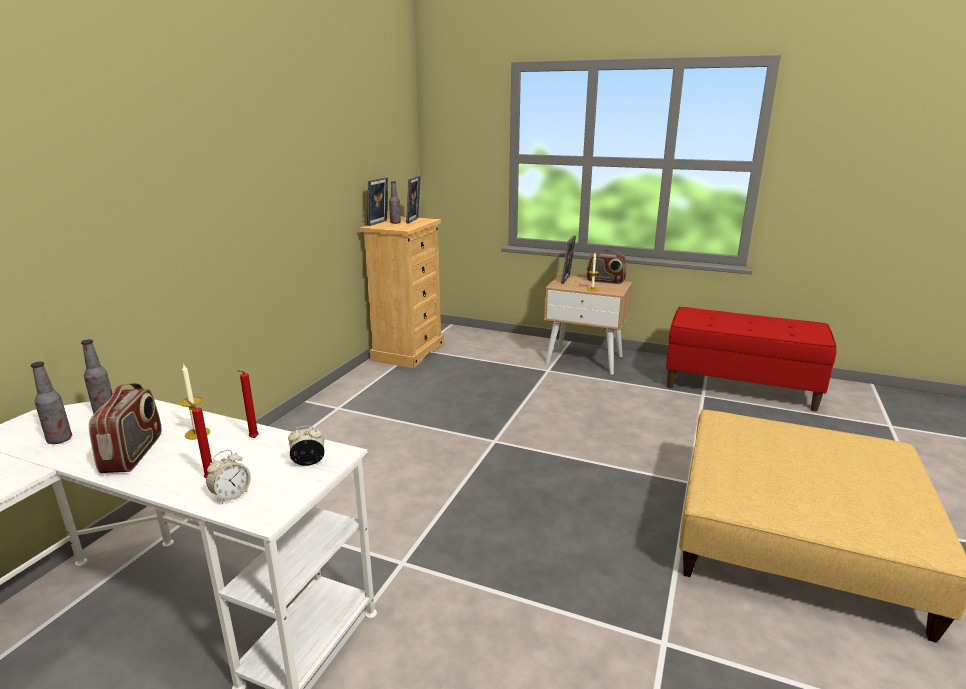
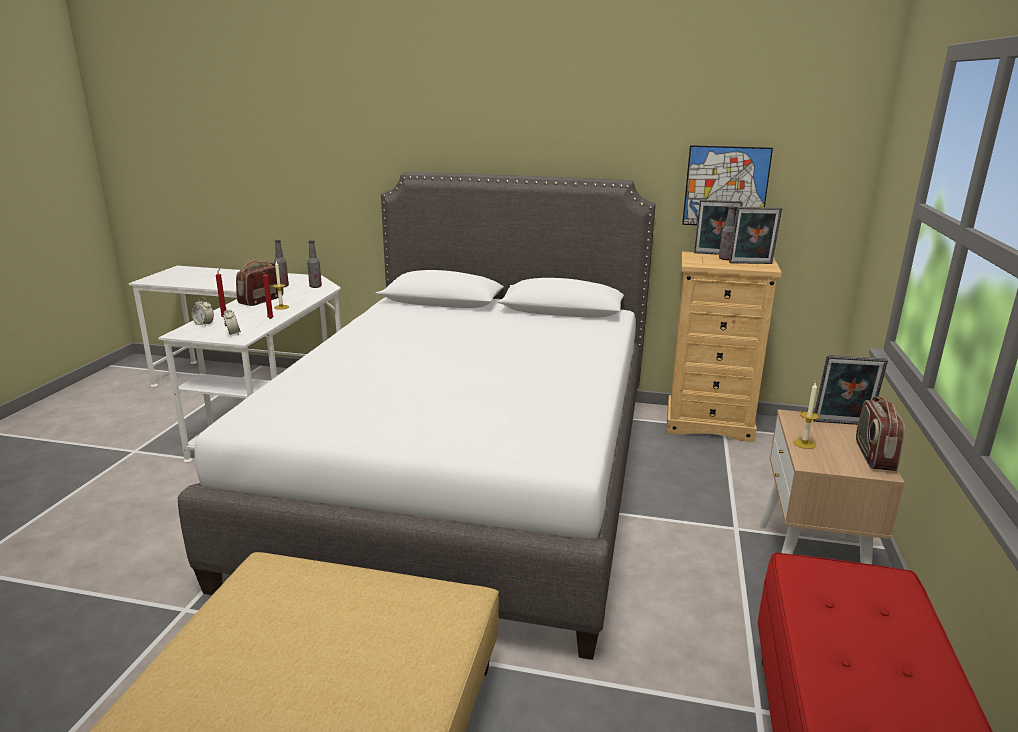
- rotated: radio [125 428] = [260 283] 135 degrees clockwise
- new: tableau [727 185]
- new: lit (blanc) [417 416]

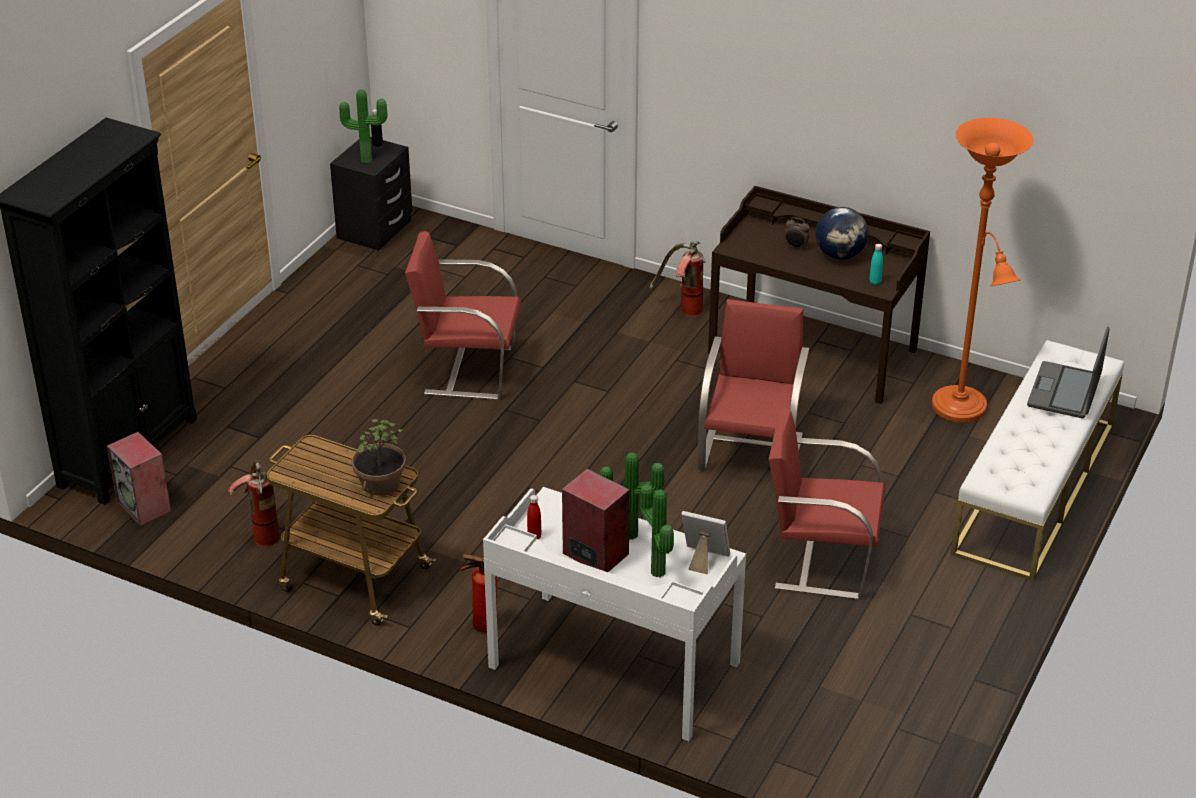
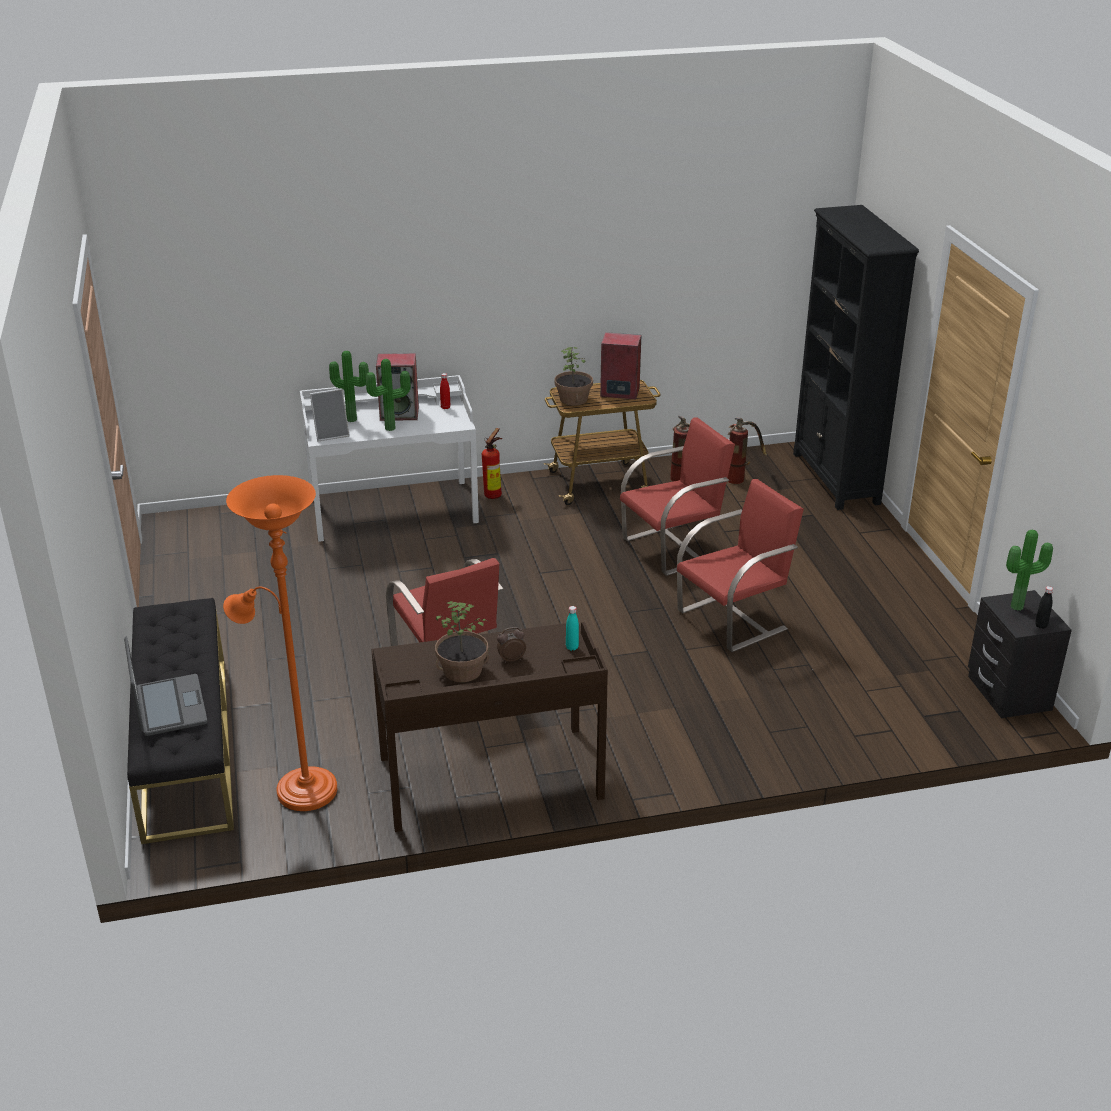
- swapped: globe [841 233] to plante en pot [462 641]
- shifted: extincteur [678 279] to [747 451]
- shifted: bouteille (turquoise) [876 264] to [572 628]
- repainted: banc (blanc) [1037 460] to banc (noir) [180 721]
- shifted: chaise (rouge) [827 504] to [677 497]
- shifted: enceinte [139 479] to [620 365]

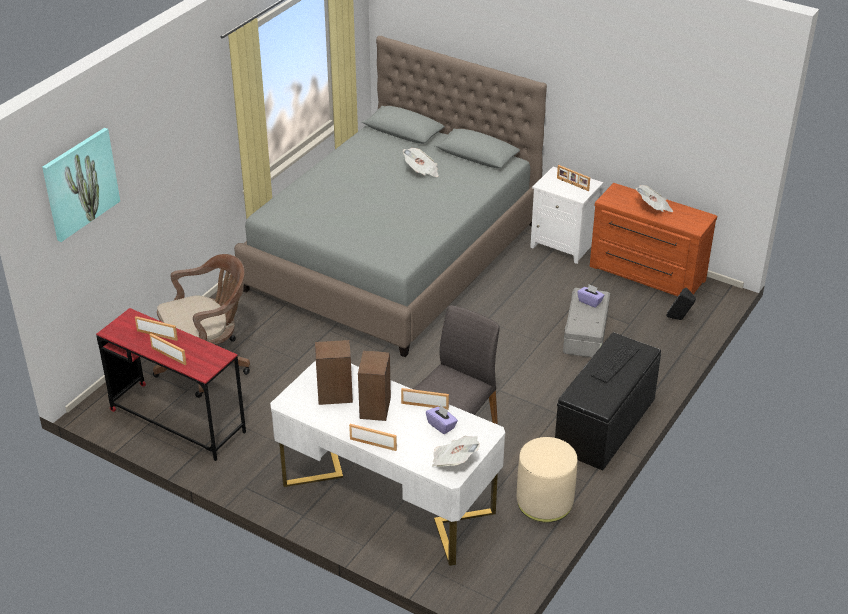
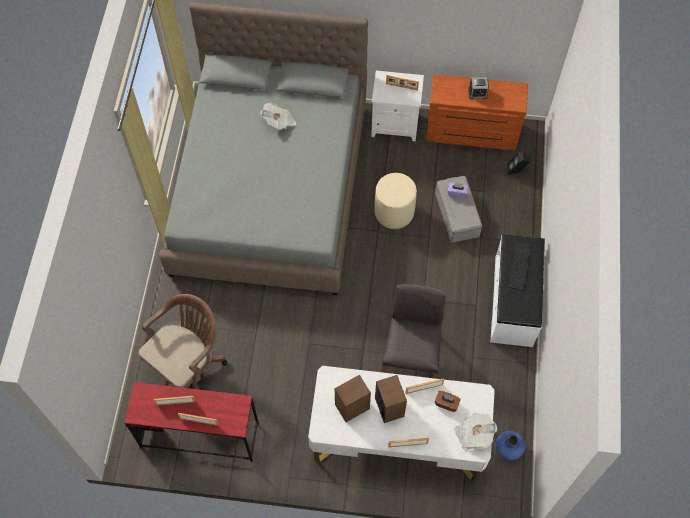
- gone: tableau [81 185]
- swapped: journal [655 198] to réveil [478 88]
- repainted: banc (noir) [608 401] to banc (blanc) [517 290]
- repainted: boîte à mouchoirs (violet) [442 419] to boîte à mouchoirs (marron) [448 401]
- shifted: pouf (beige) [547 479] to [395 201]
- new: vase (bleu) [510 445]

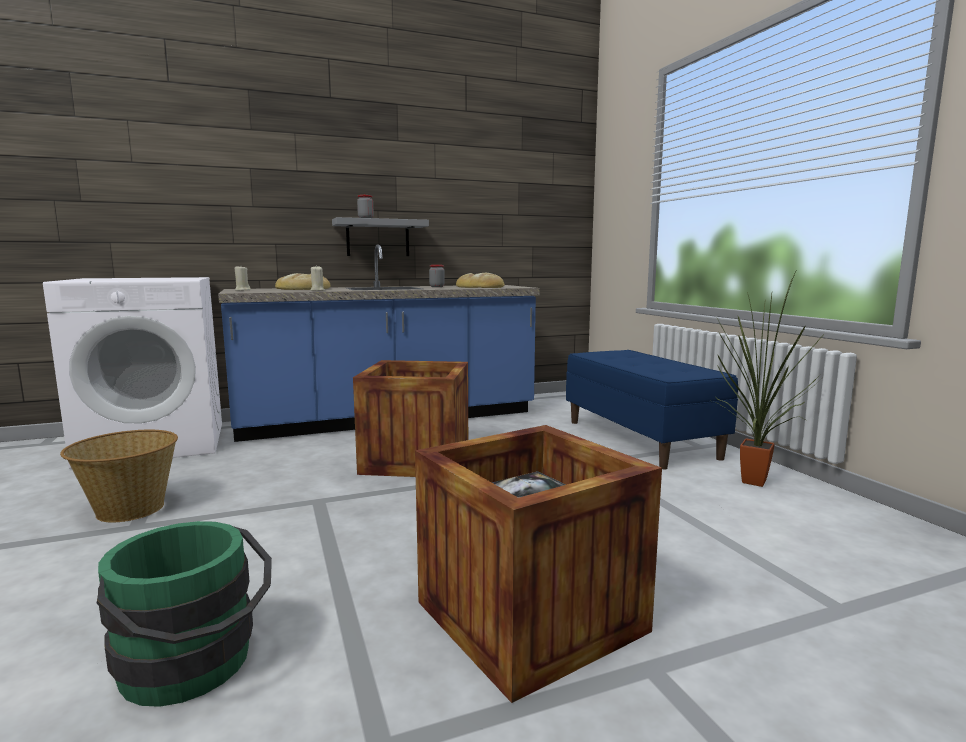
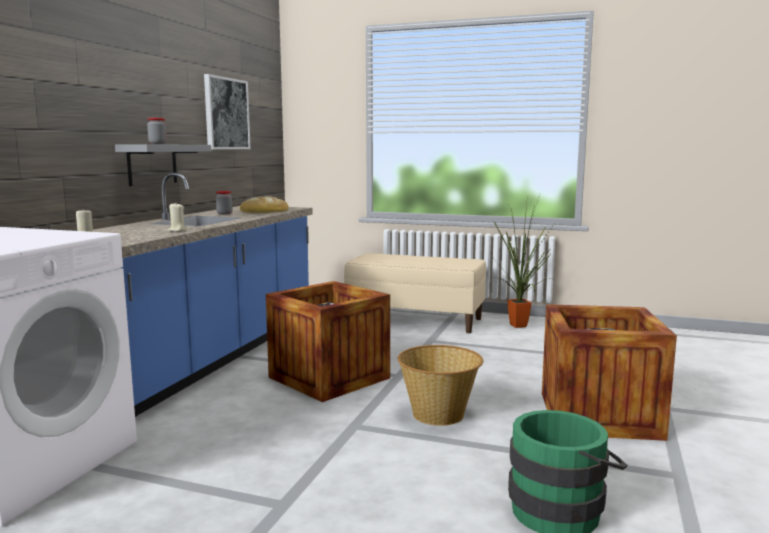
- gone: pain [302 281]
- repainted: banc (bleu) [652 409] to banc (beige) [415 293]
- shifted: panier [119 476] to [440 385]
- new: tableau [227 111]

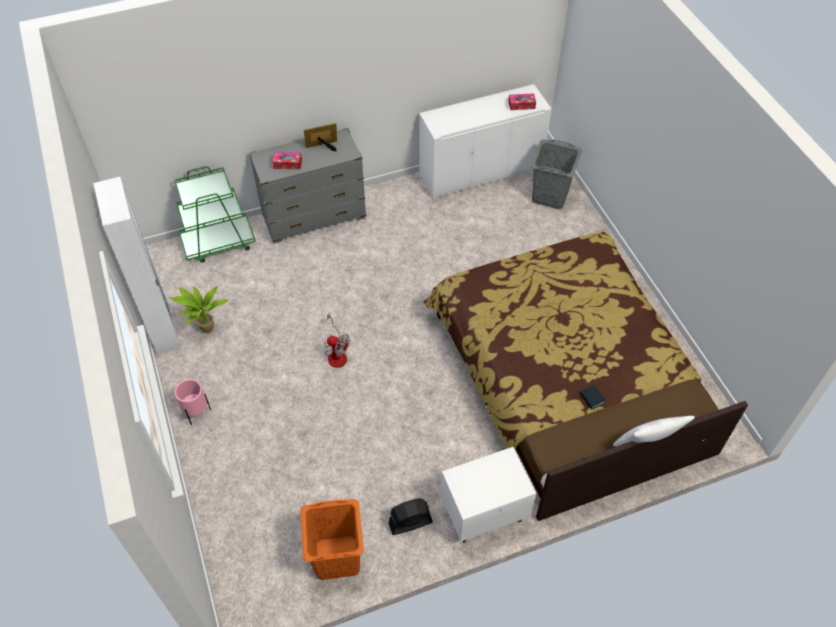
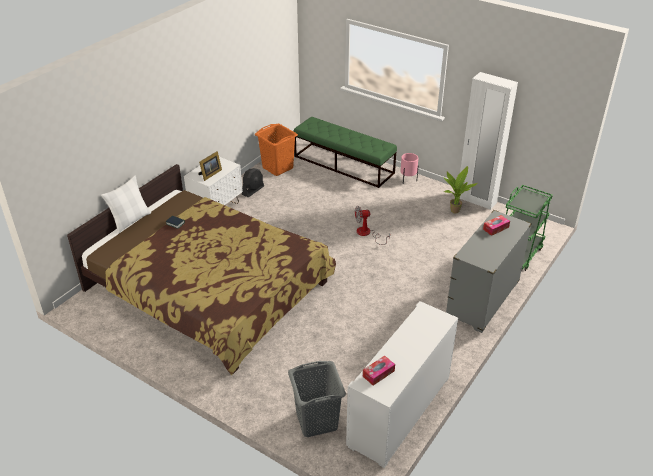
- shifted: cadre photo [320 137] to [210 166]
- new: banc (vert) [345 152]

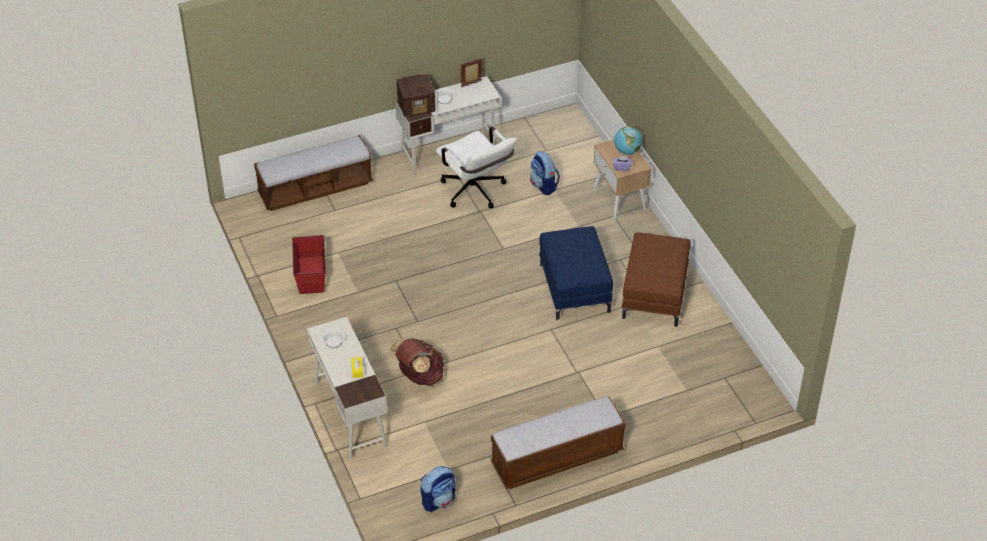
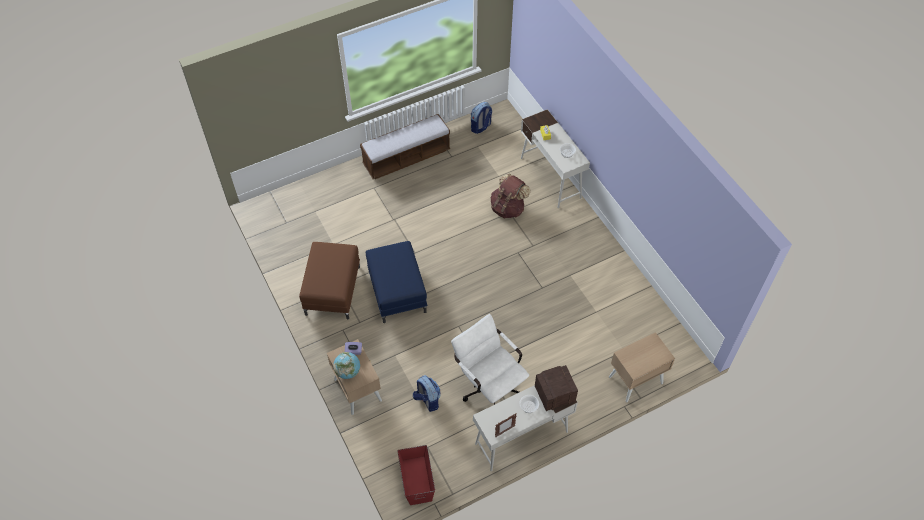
- swapped: banc [313 173] to table de chevet (beige) [642 367]
- shifted: boîte de rangement (rouge) [309 264] to [416 475]

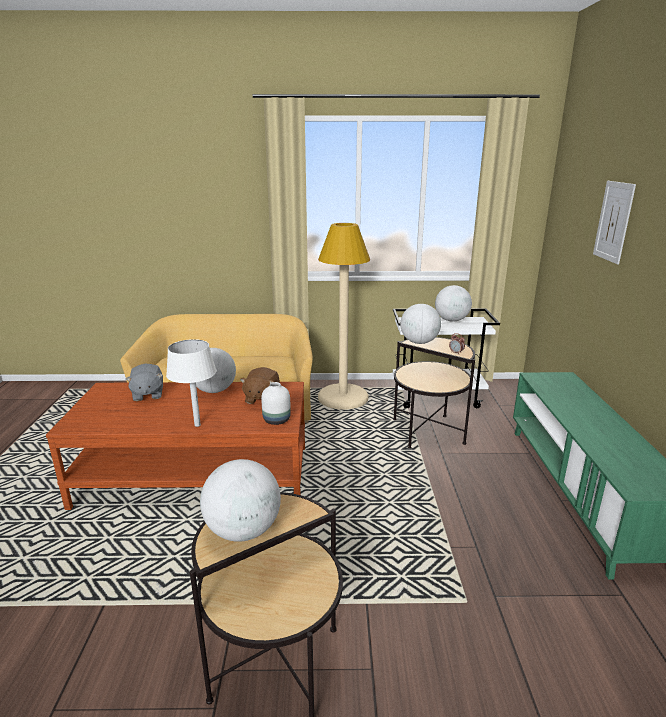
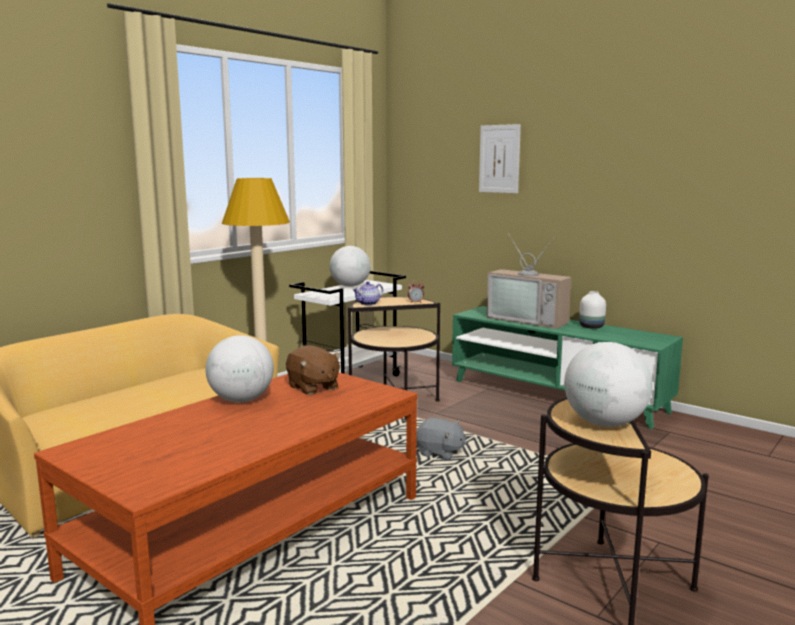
- swapped: globe [420 324] to théière [368 293]
- gone: lampe de table (blanc) [191 383]
- shifted: peluche (gris) [144 382] to [441 439]
- shifted: vase (blanc) [276 403] to [592 310]
- new: téléviseur [529 281]

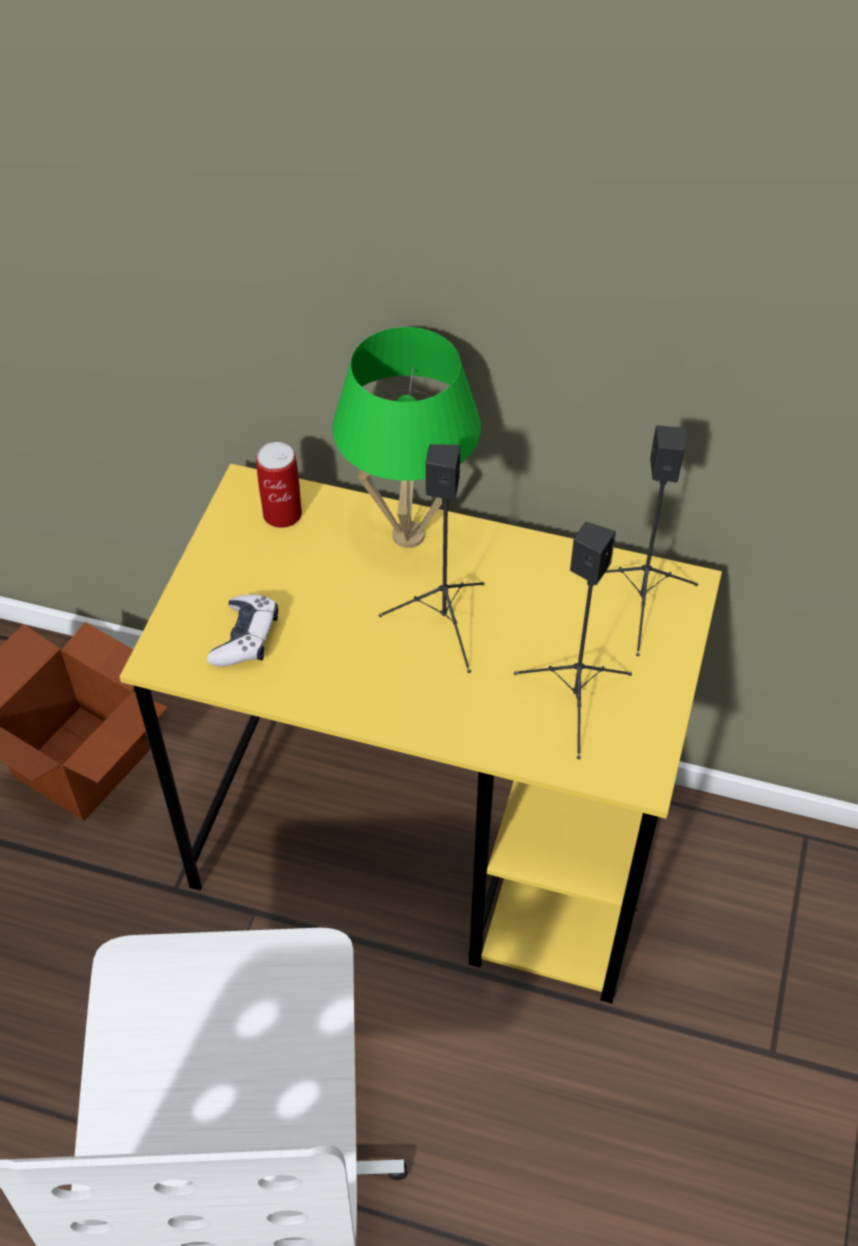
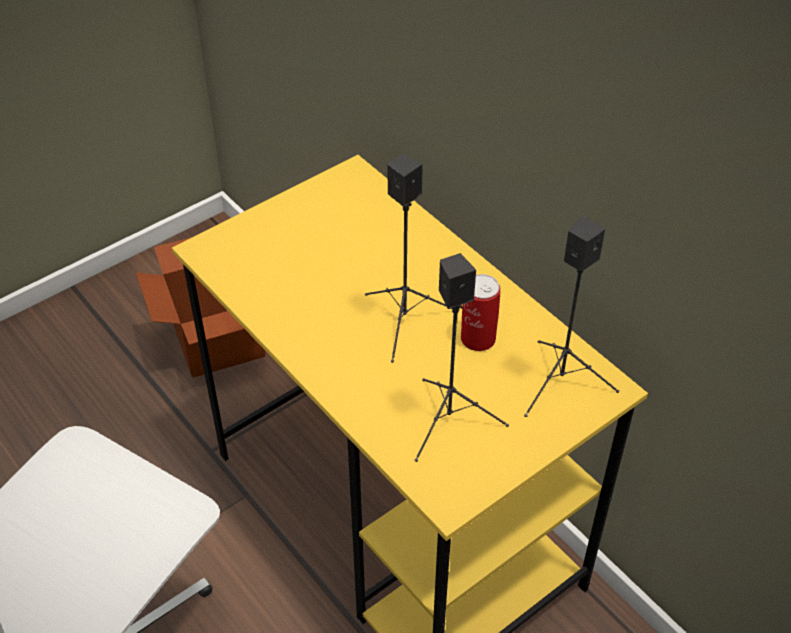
- gone: lampe de table (vert) [406 437]
- shifted: boîte métallique [279 485] to [481 312]
- gone: manette [242 630]

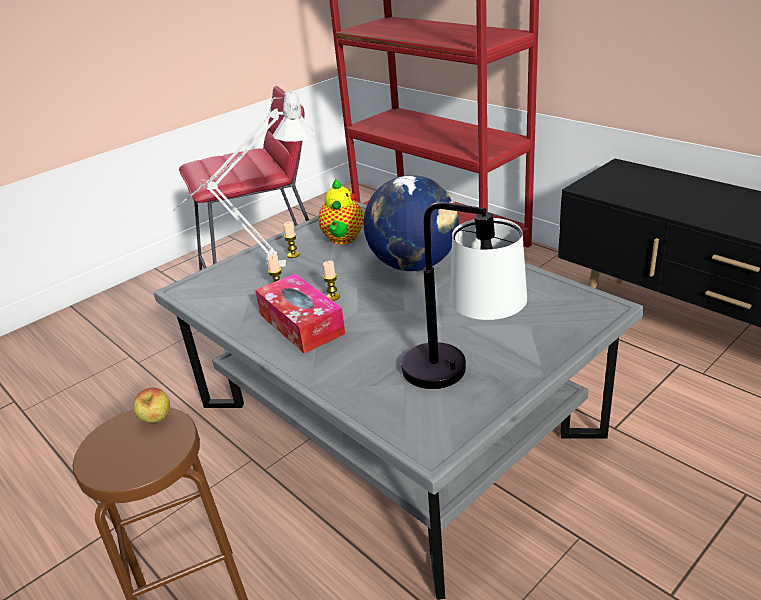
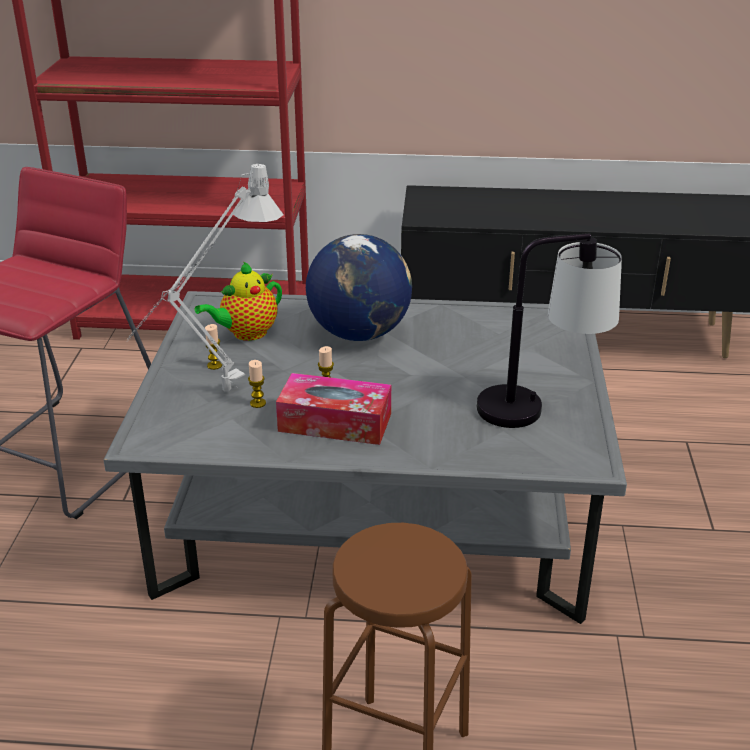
- rotated: théière [341 212] = [238 301] 90 degrees clockwise
- gone: pomme [151 405]

